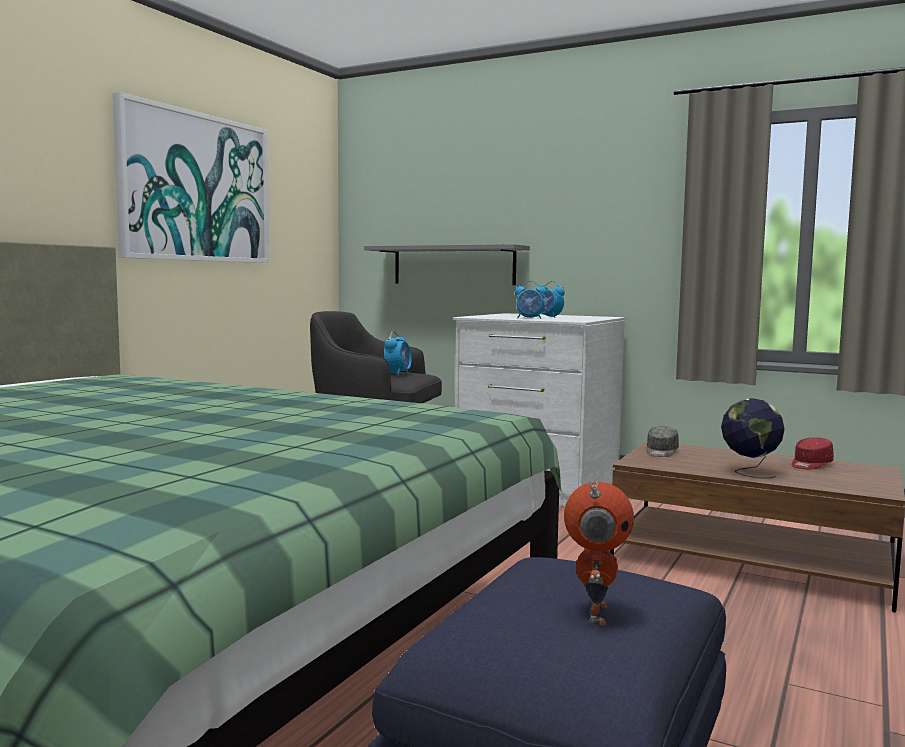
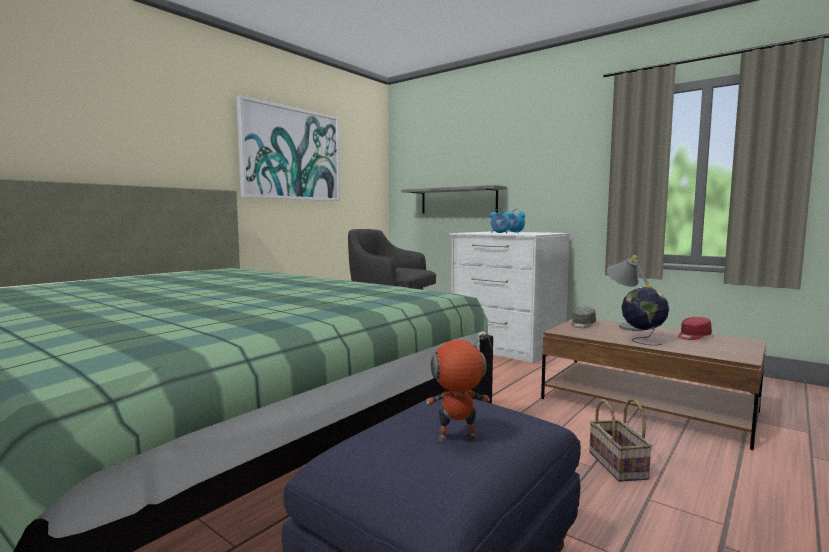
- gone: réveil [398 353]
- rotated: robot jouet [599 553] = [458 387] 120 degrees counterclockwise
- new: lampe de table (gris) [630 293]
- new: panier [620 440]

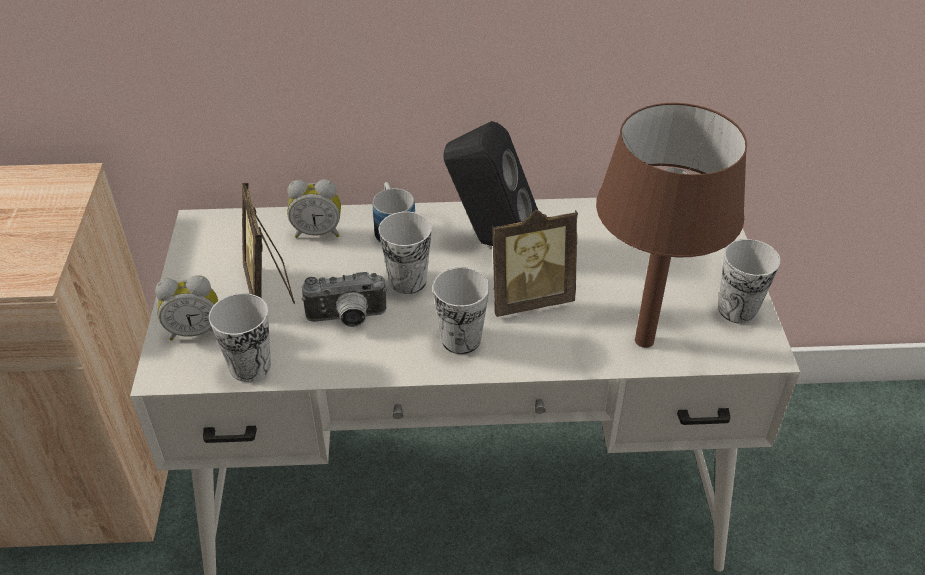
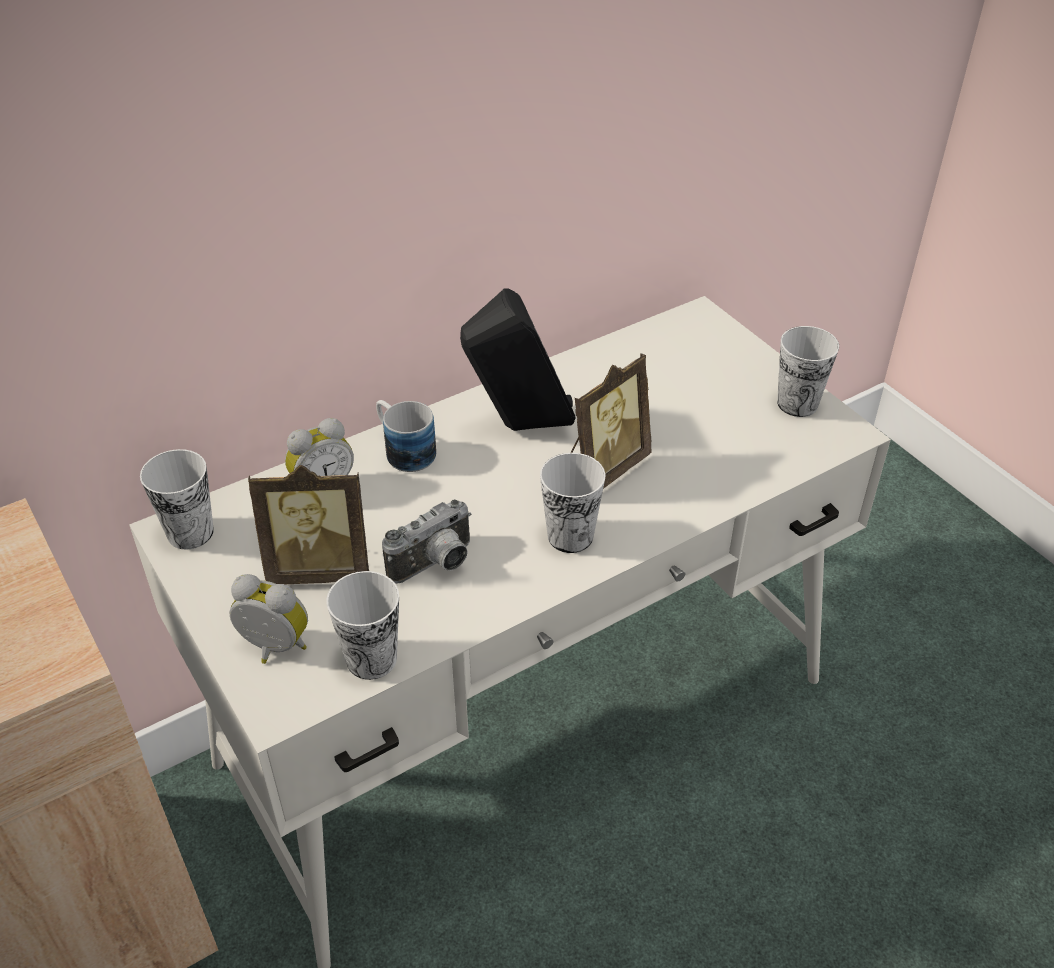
- gone: lampe de table (marron) [671 225]
- rotated: cadre photo [268 243] = [308 524] 45 degrees counterclockwise
- shifted: tasse [405 253] to [177 499]
- rotated: réveil [186 308] = [268 619] 120 degrees counterclockwise

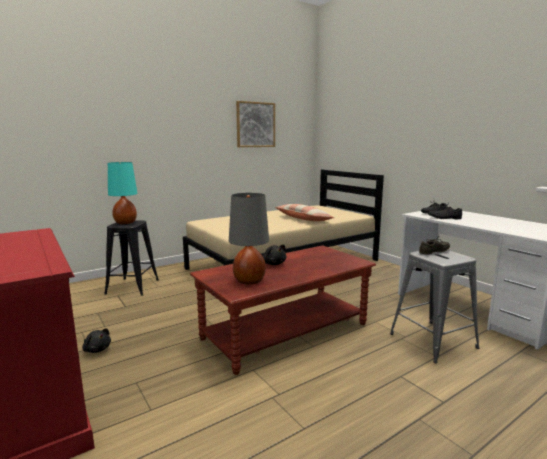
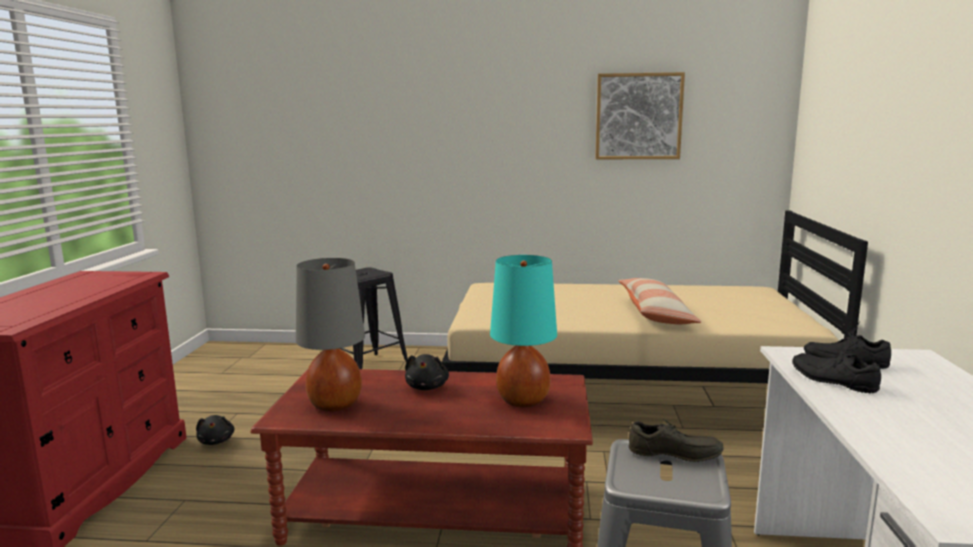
- shifted: lampe de table (turquoise) [123 193] to [523 331]

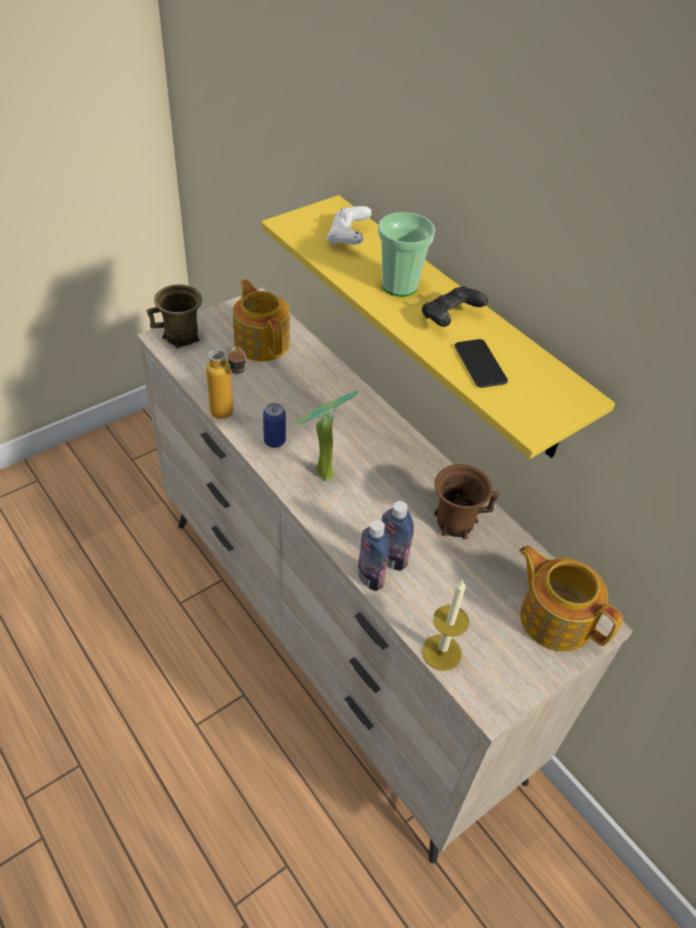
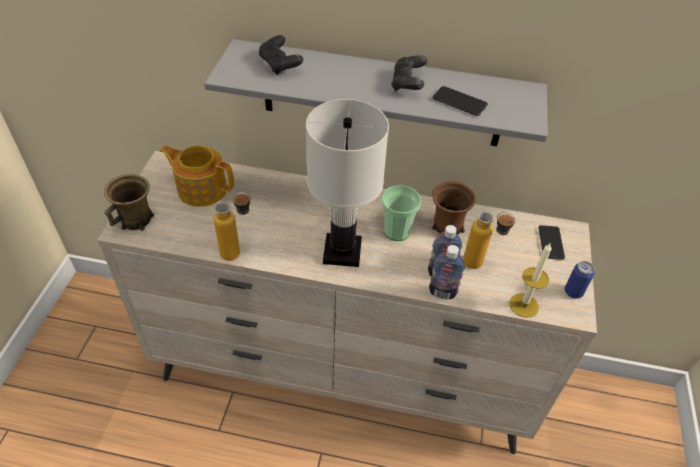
- repainted: étagère (jaune) [438 327] to étagère (gris) [376 92]
- repainted: manette (blanc) [349 226] to manette (noir) [281 55]
- shifted: tasse [406 254] to [401 213]
- swapped: plante en pot [326 436] to lampe de table (blanc) [347 183]
- shifted: boîte métallique [274 425] to [580 280]
- swapped: théière [571 598] to téléphone [551 242]
- new: bouteille [489 240]

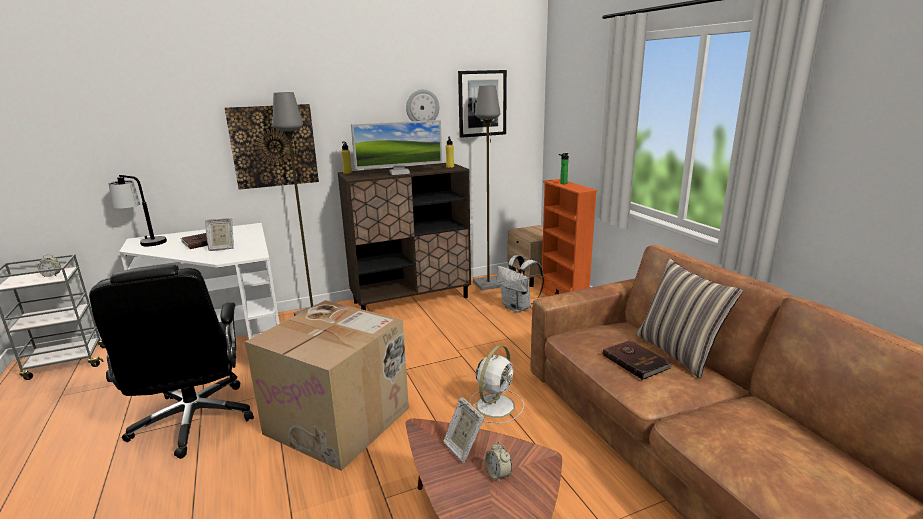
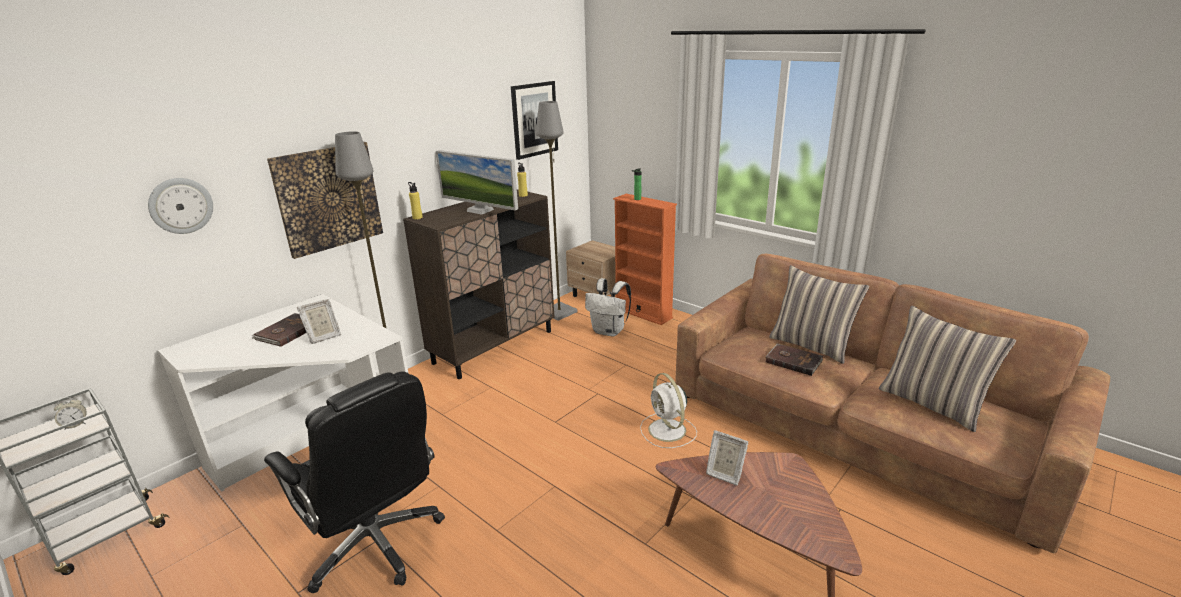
- shifted: horloge murale [423 105] to [180 206]
- rotated: écran d'ordinateur [396 147] = [477 182] 75 degrees clockwise
- gone: lampe de table [138 210]
- gone: carton [327 385]
- rotated: ventilateur (blanc) [496 384] = [668 410] 150 degrees clockwise
- gone: réveil [498 462]
- new: coussin [947 369]

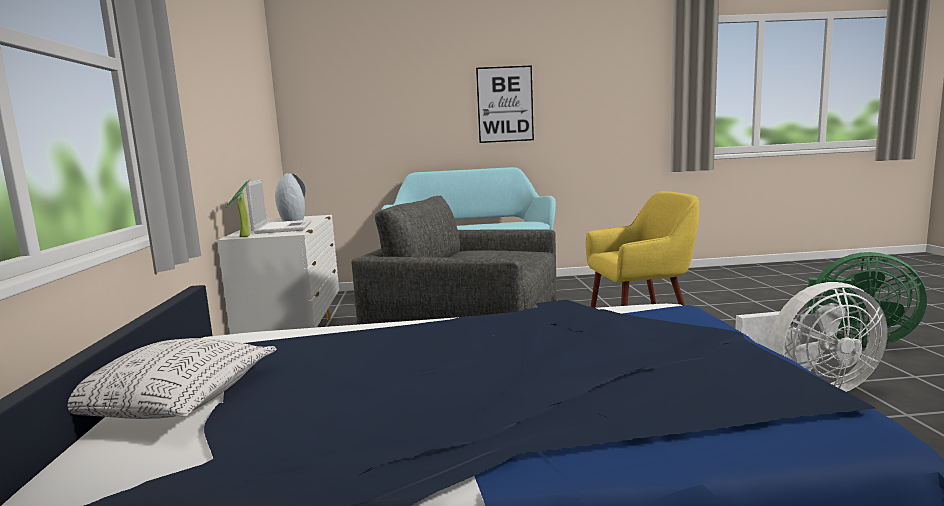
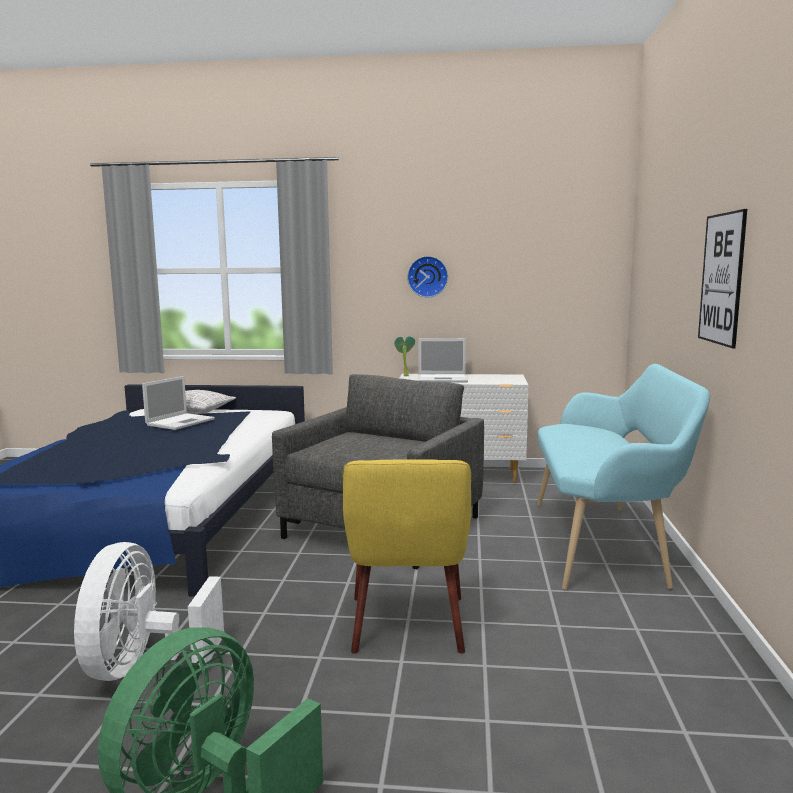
- gone: vase (gris) [290 197]
- new: horloge murale [427 277]
- new: ordinateur portable [178 403]

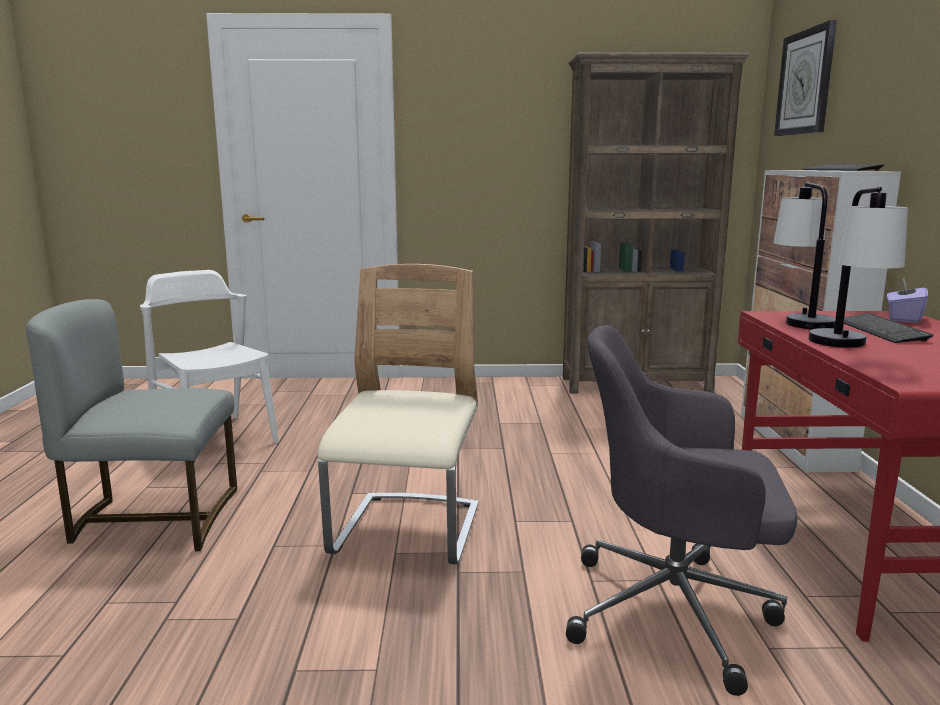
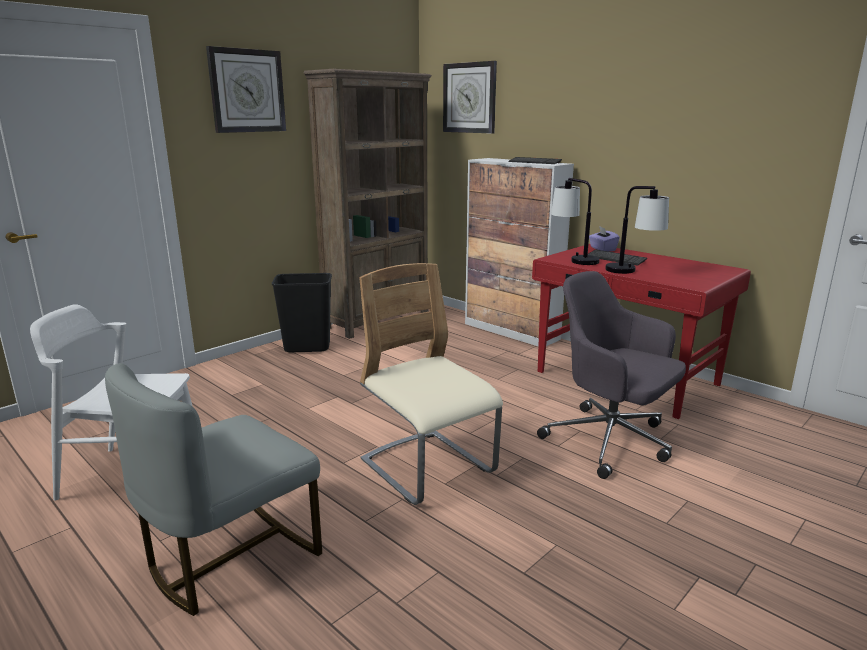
- rotated: chaise de bureau (gris) [682 510] = [611 375] 75 degrees clockwise
- new: horloge murale [246 89]
- new: poubelle (noir) [302 313]

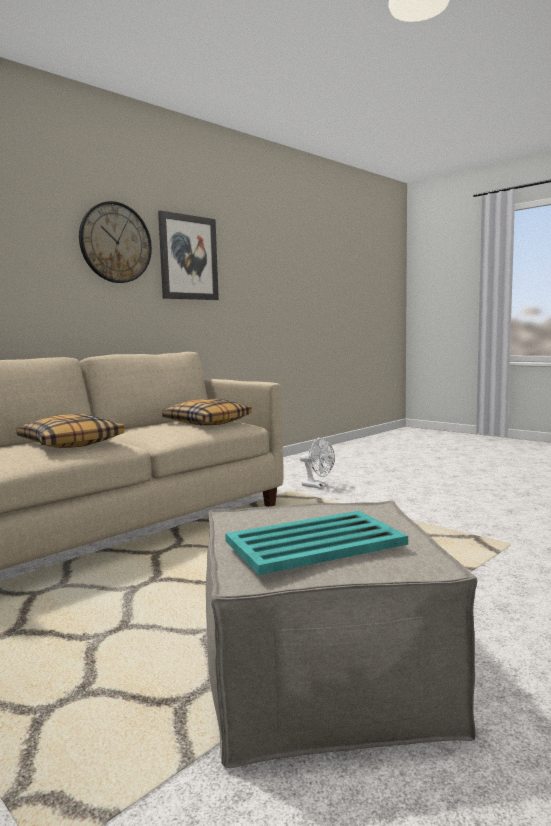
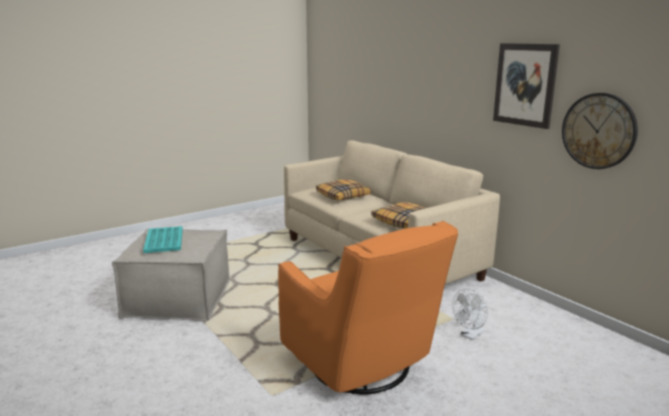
- shifted: horloge murale [115 242] to [600 131]
- new: fauteuil (orange) [368 308]

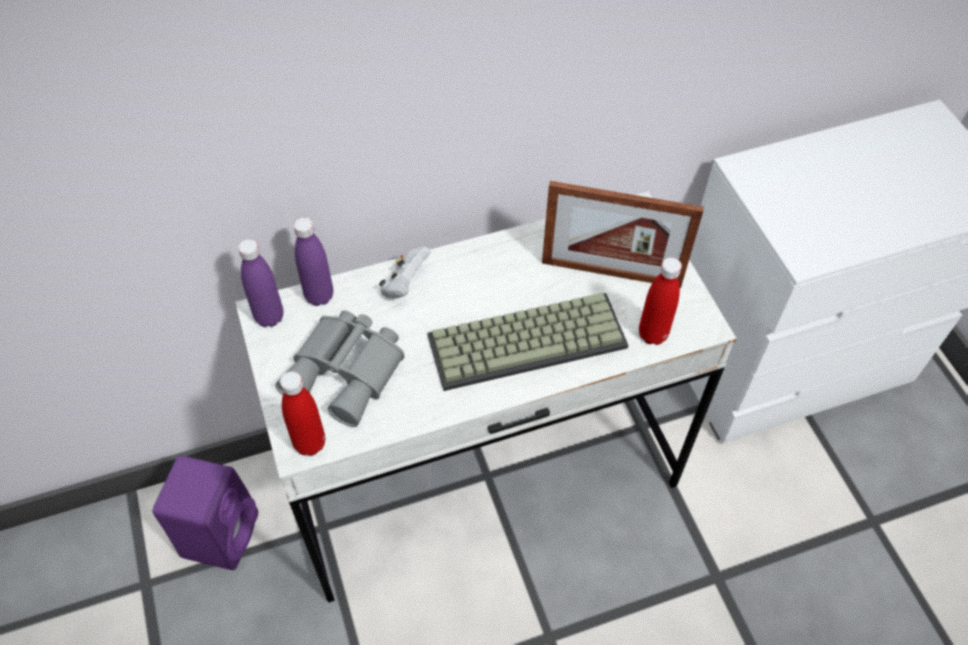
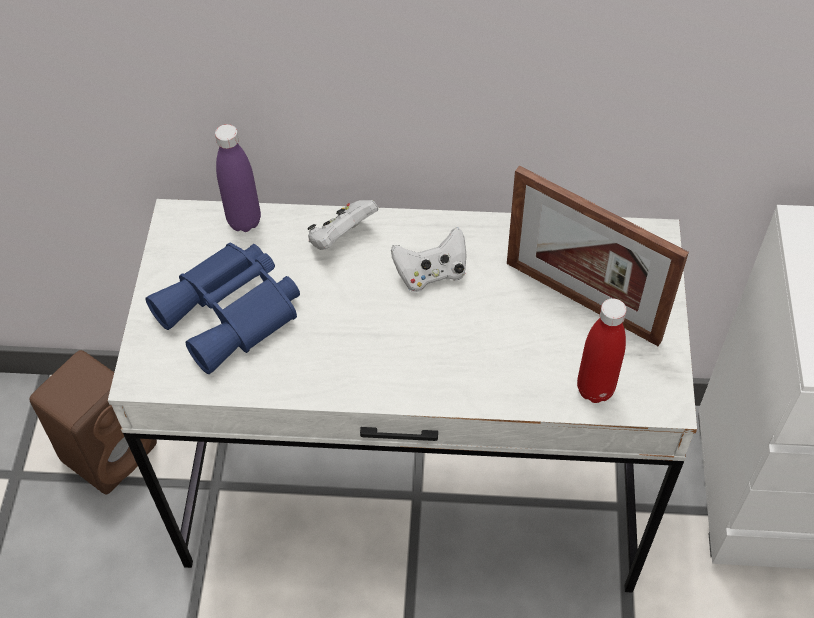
- gone: bouteille (violet) [261 283]
- gone: clavier [528 342]
- repainted: jumelles (gris) [340 369] to jumelles (bleu) [222 308]
- gone: bouteille (rouge) [302 413]
- repainted: enceinte (violet) [205 513] to enceinte (marron) [93 422]
- new: manette (blanc) [429 259]

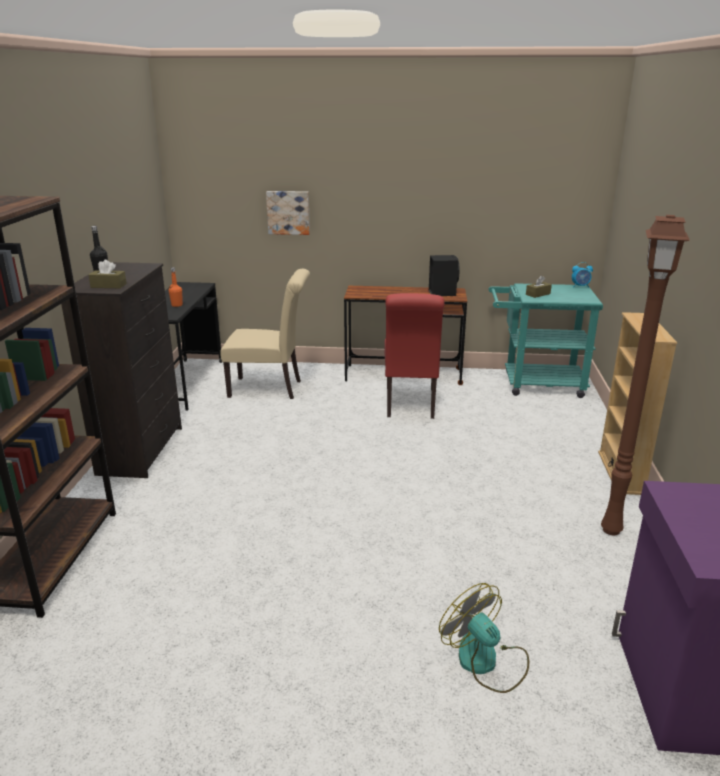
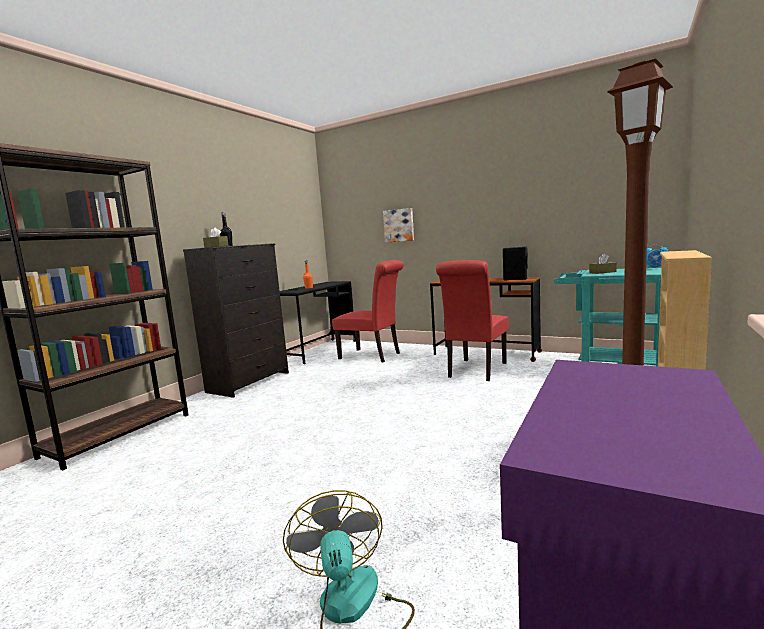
- repainted: chaise (beige) [265 334] to chaise (rouge) [368 311]

